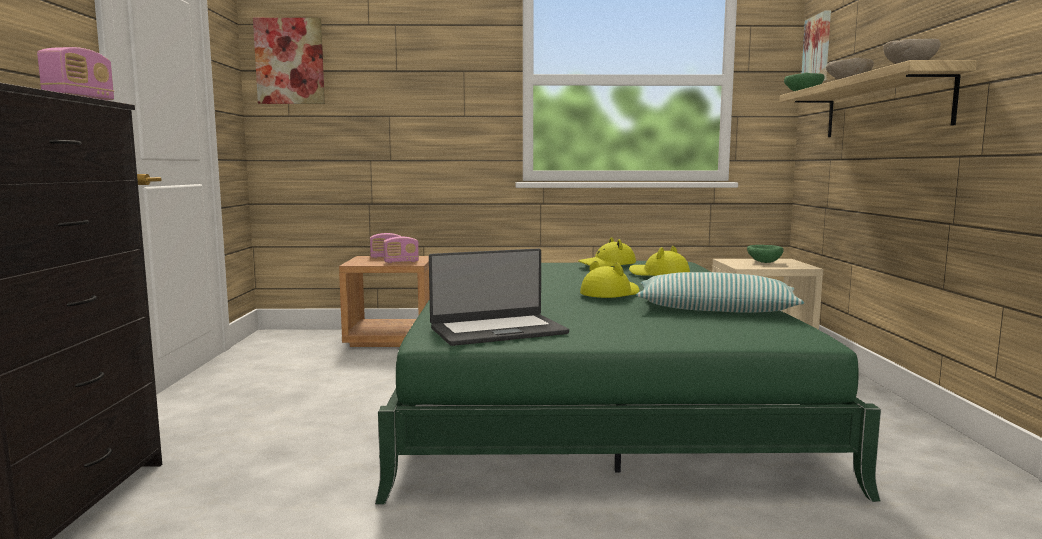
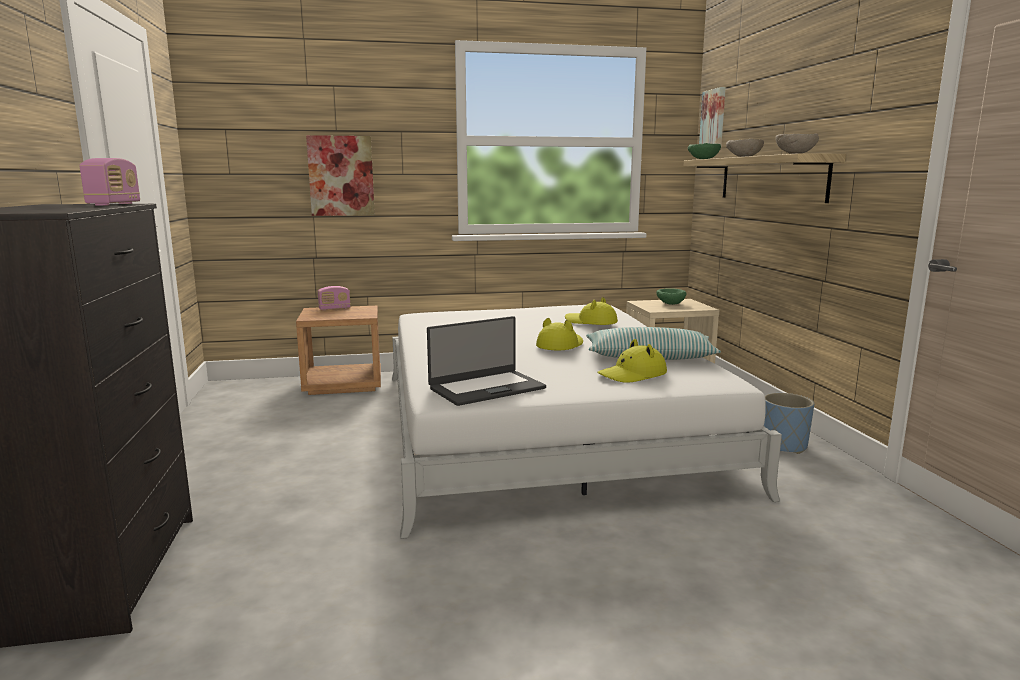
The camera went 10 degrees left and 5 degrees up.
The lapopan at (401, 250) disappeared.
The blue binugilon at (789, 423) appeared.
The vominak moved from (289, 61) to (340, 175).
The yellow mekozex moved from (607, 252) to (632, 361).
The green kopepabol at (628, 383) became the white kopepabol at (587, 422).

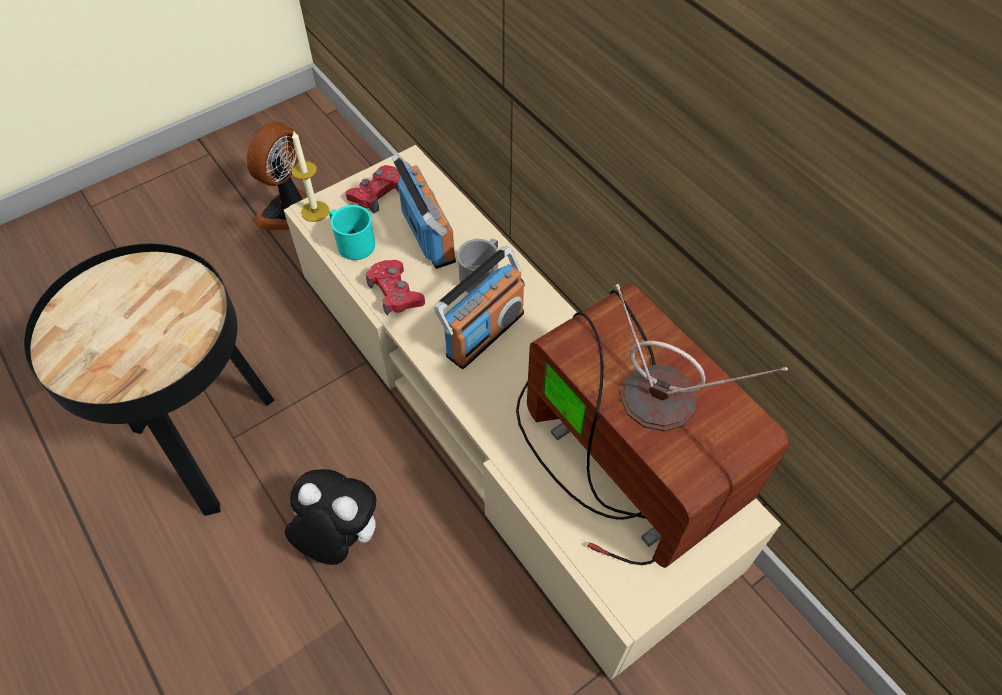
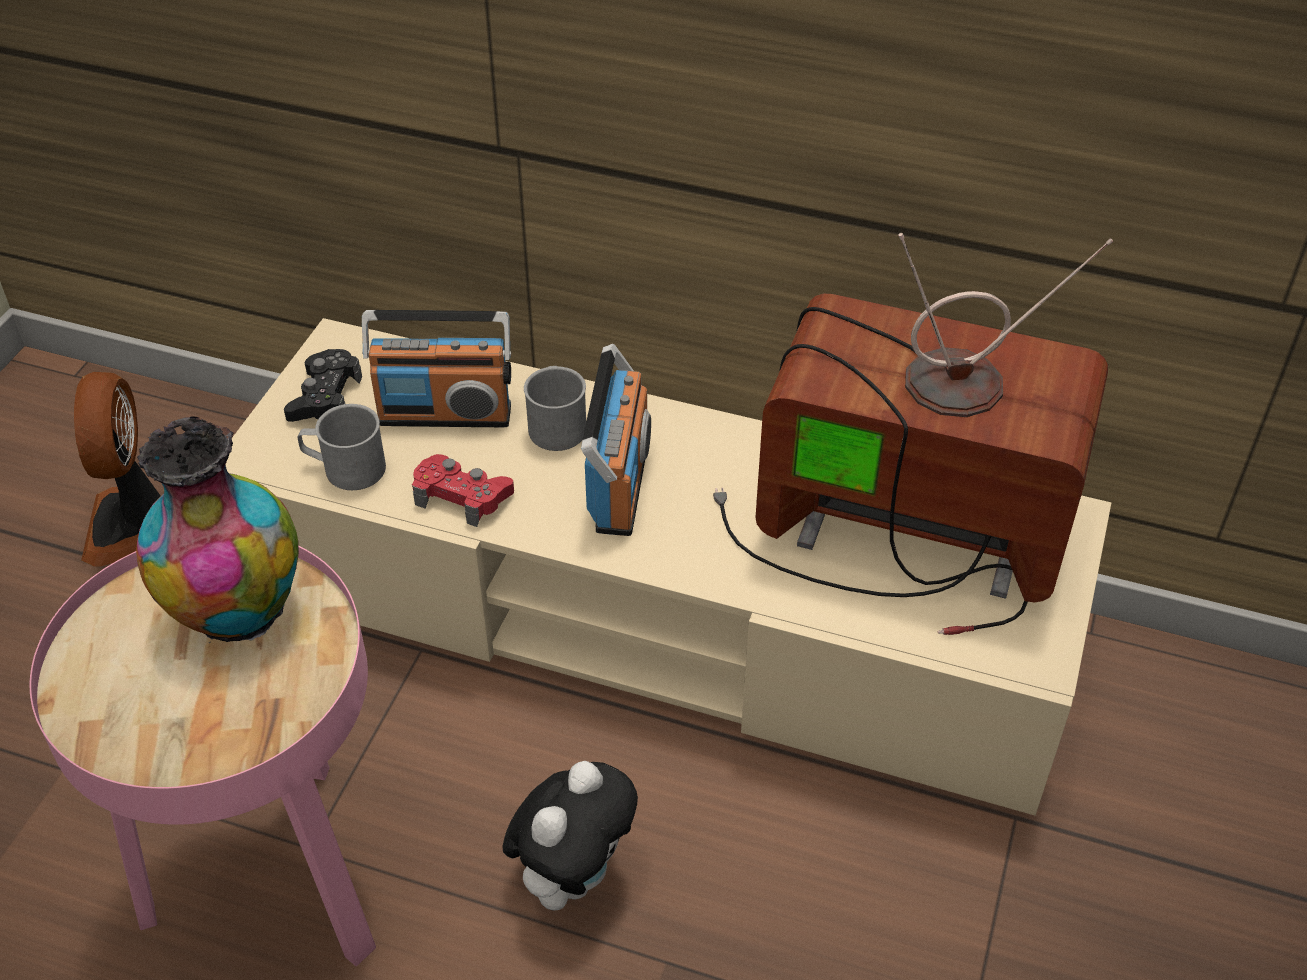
The camera went 35 degrees left and 10 degrees down.
The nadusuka at (310, 176) disappeared.
The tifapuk at (217, 530) appeared.
The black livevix at (148, 380) became the pink livevix at (203, 756).
The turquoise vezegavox at (352, 232) became the grey vezegavox at (342, 447).
The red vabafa at (372, 189) became the black vabafa at (323, 385).
The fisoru at (330, 517) turned 135 degrees clockwise.
The lapopan at (424, 211) turned 150 degrees clockwise.

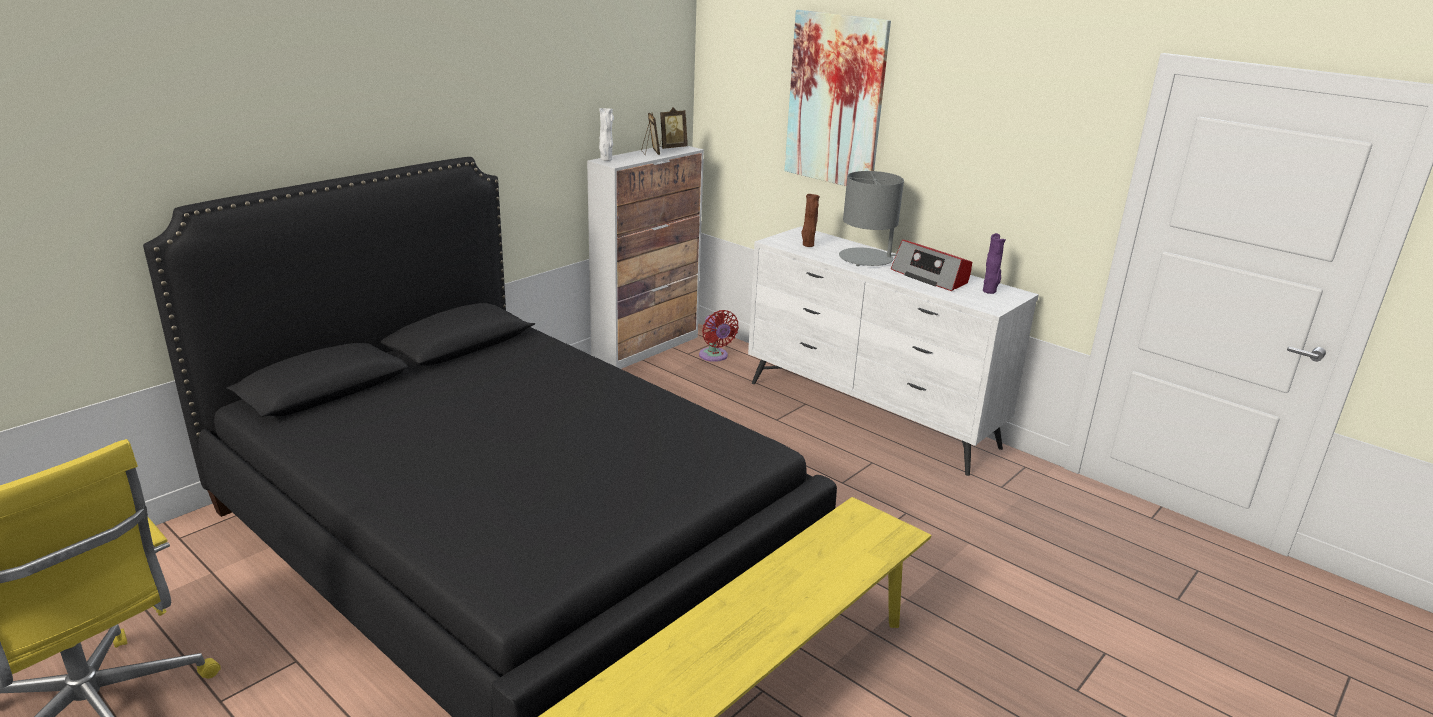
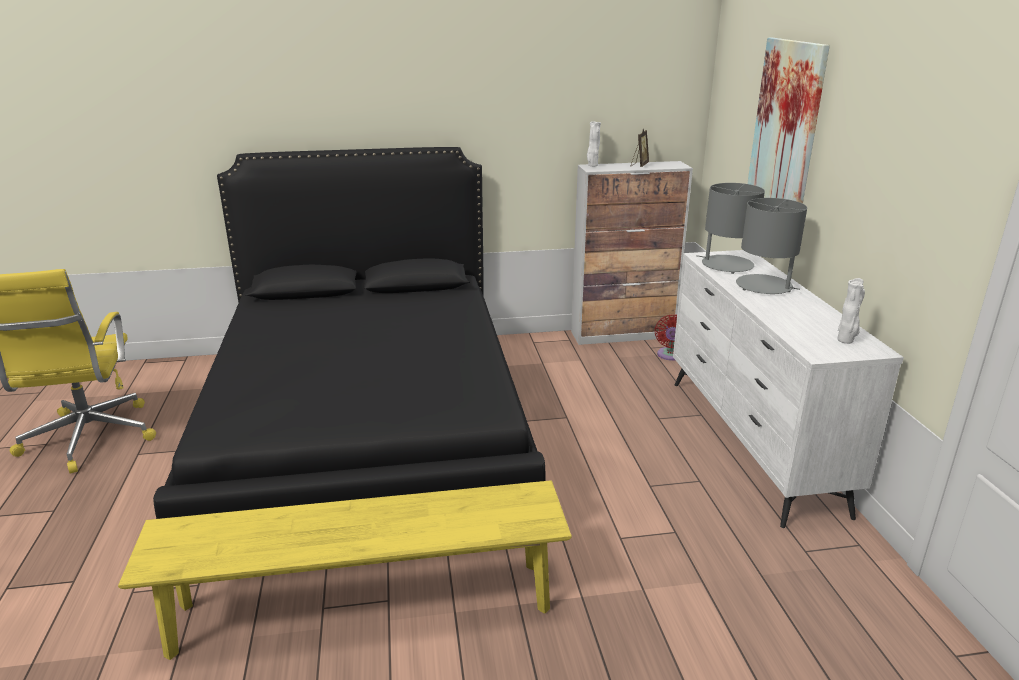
The camera went 40 degrees right and 0 degrees up.
The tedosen at (673, 128) disappeared.
The lapopan at (931, 265) disappeared.
The brown tifapuk at (811, 220) was replaced by the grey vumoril at (731, 228).
The purple tifapuk at (994, 263) became the white tifapuk at (851, 311).

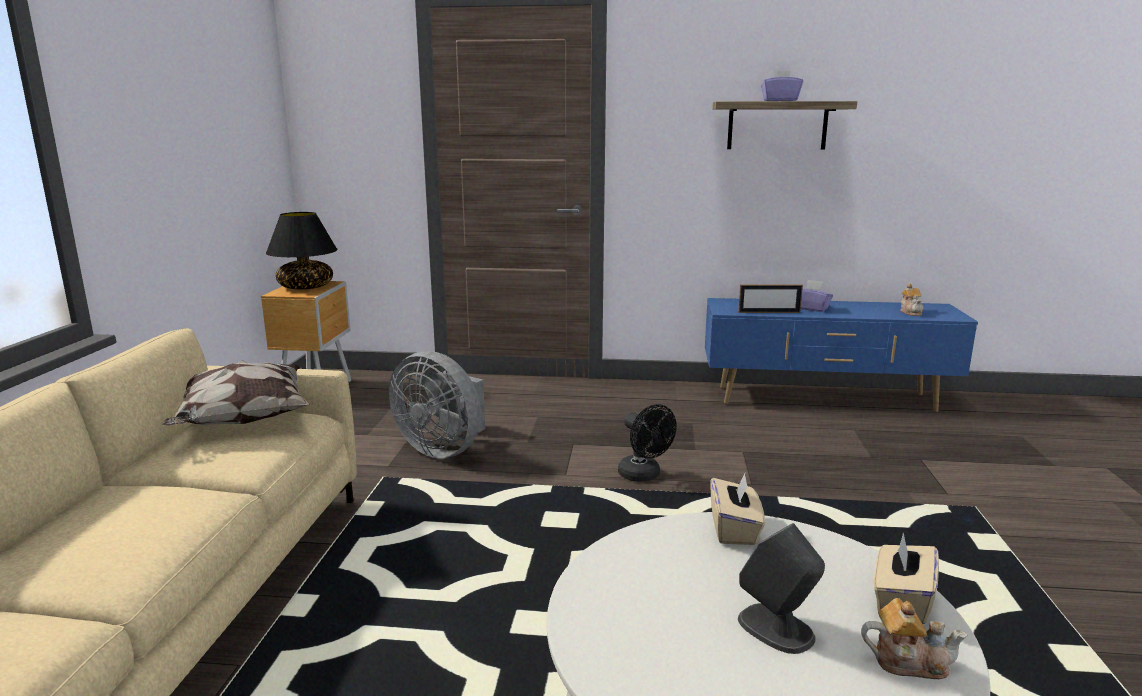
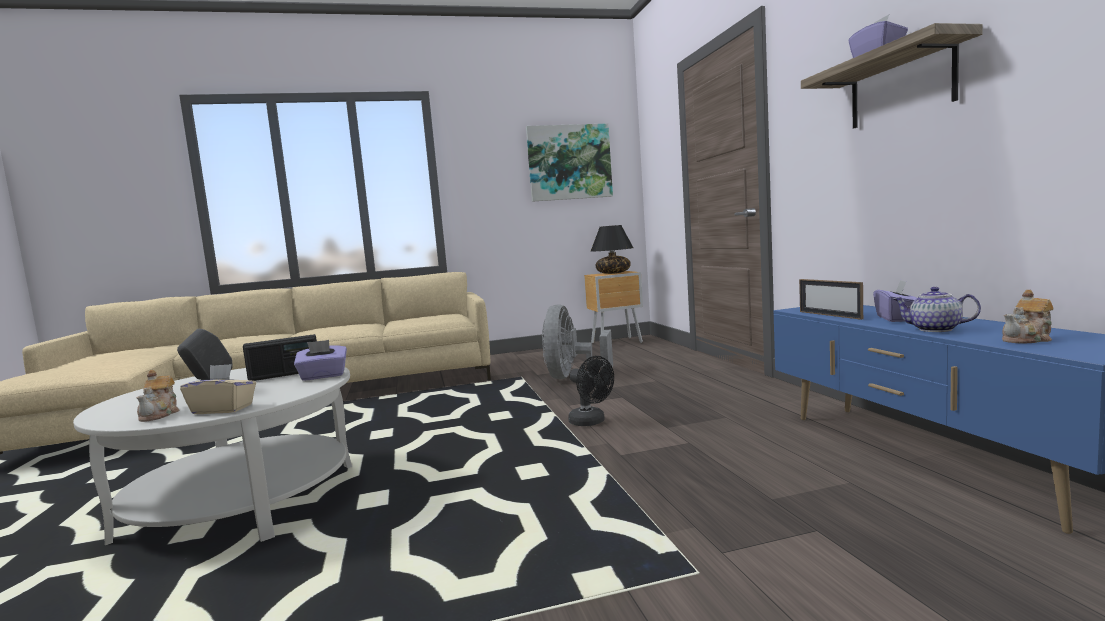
The camera went 70 degrees right and 10 degrees down.
The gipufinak at (236, 393) disappeared.
The lapopan at (280, 357) appeared.
The vominak at (569, 162) appeared.
The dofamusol at (937, 309) appeared.
The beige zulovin at (737, 509) became the purple zulovin at (320, 360).
The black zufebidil at (647, 443) turned 75 degrees counterclockwise.

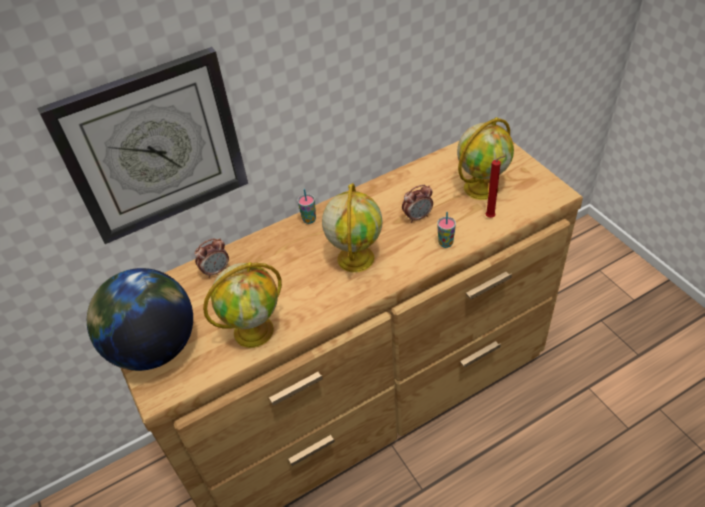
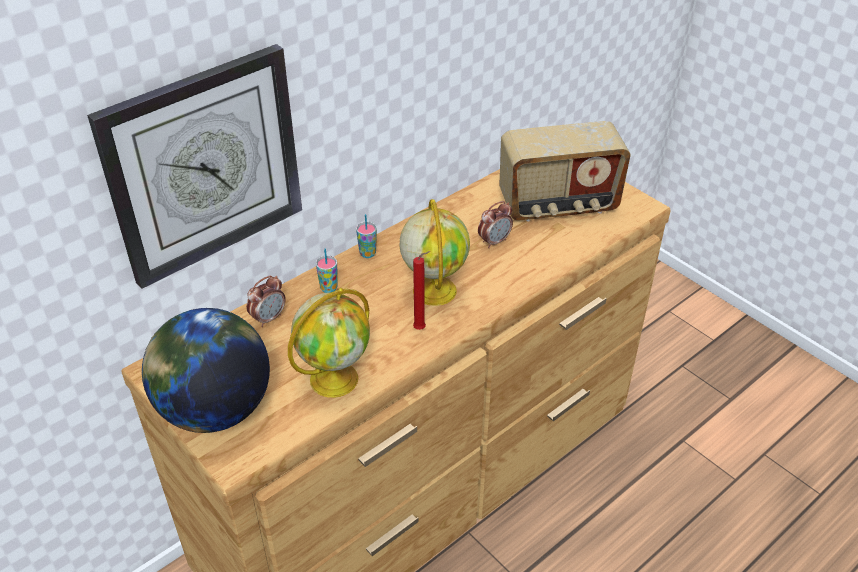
The camera went 15 degrees left and 5 degrees down.
The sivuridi moved from (446, 230) to (327, 271).
The red nadusuka moved from (495, 187) to (421, 290).
The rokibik at (485, 158) was replaced by the lapopan at (565, 171).

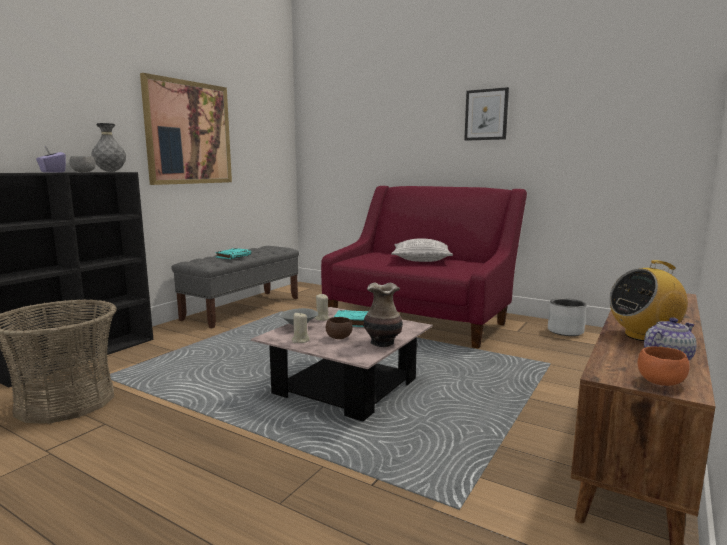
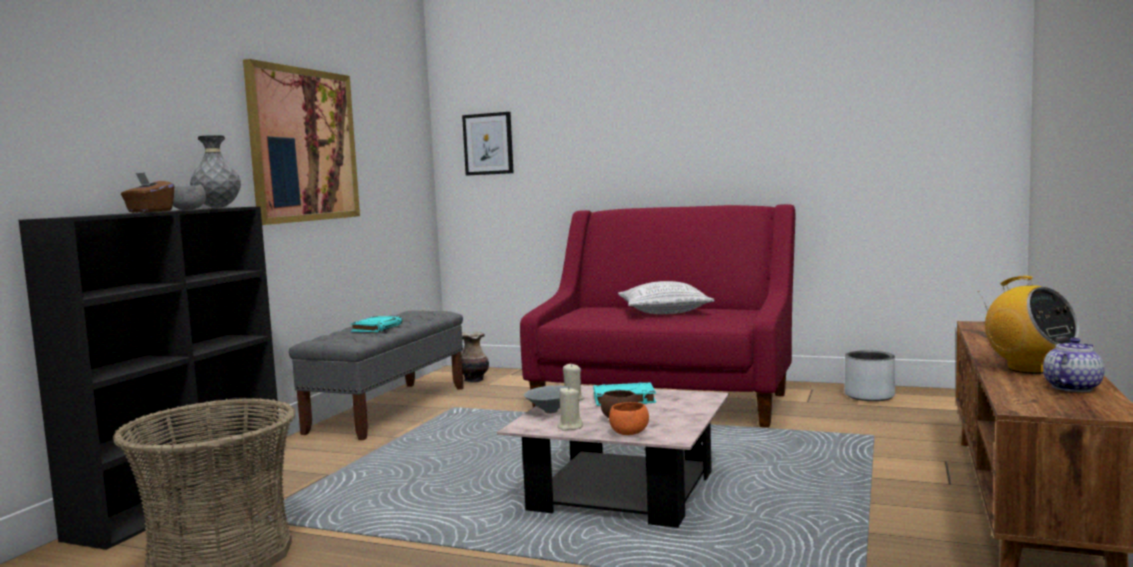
The camera went 10 degrees left and 5 degrees down.
The tifapuk moved from (383, 315) to (475, 357).
The vominak moved from (486, 114) to (488, 144).
The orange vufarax moved from (664, 366) to (629, 418).
The purple zulovin at (51, 159) became the brown zulovin at (147, 193).
The lapopan at (648, 300) turned 90 degrees counterclockwise.

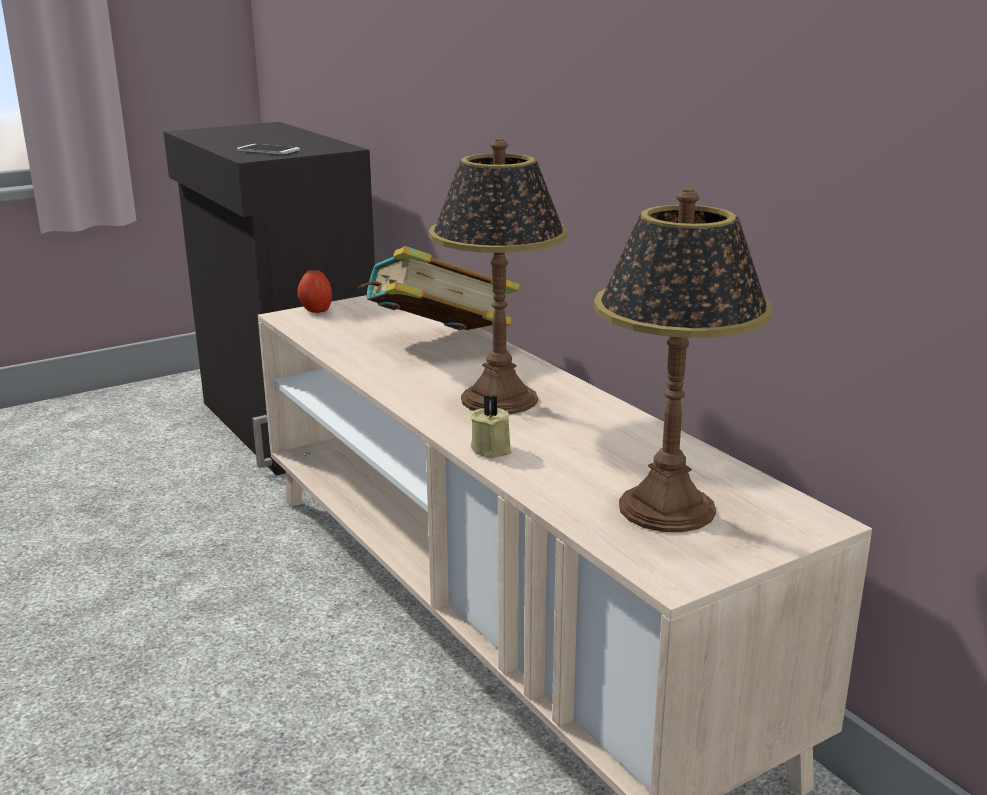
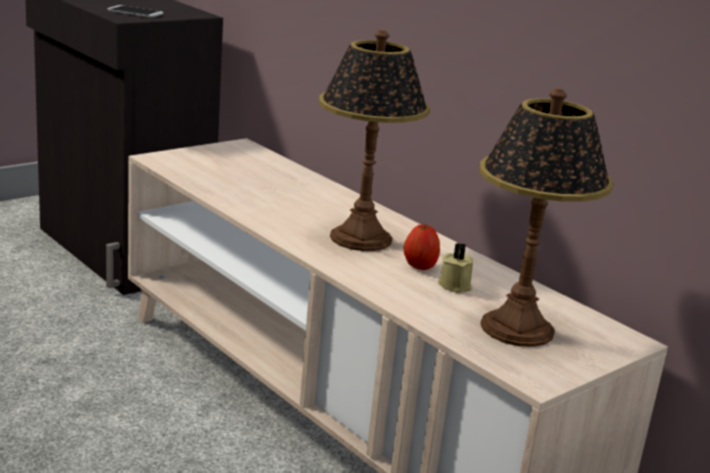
The camera went 10 degrees left and 0 degrees up.
The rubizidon at (439, 288) disappeared.
The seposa moved from (314, 291) to (422, 247).
The beige nadusuka moved from (490, 426) to (455, 268).

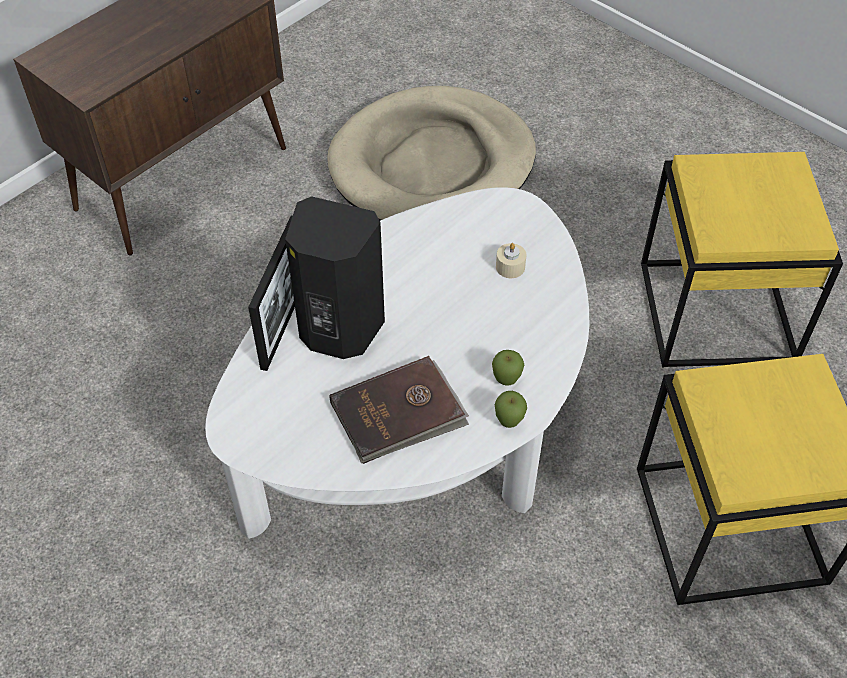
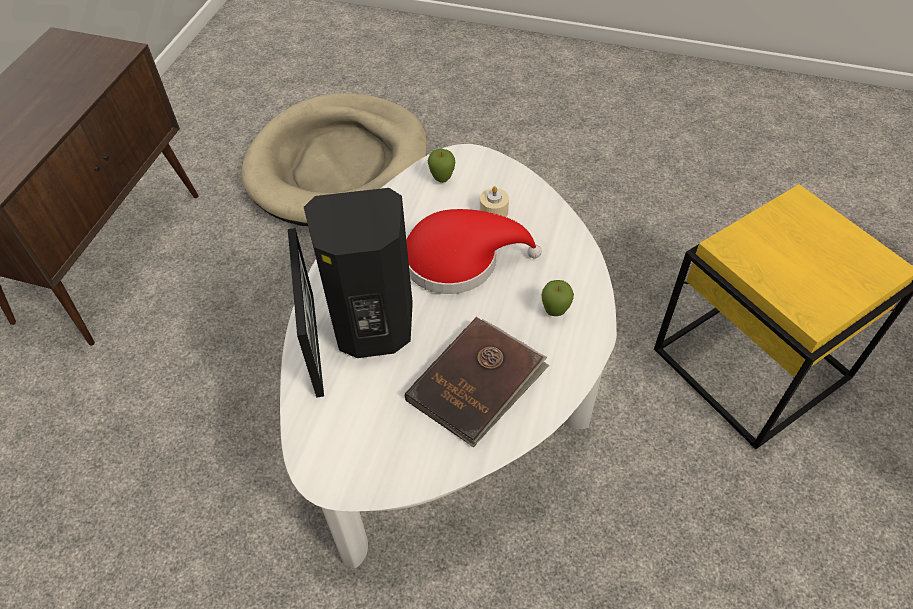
The camera went 25 degrees left and 0 degrees up.
The yellow livevix at (742, 260) disappeared.
The red mekozex at (474, 251) appeared.
The seposa moved from (511, 409) to (441, 166).

